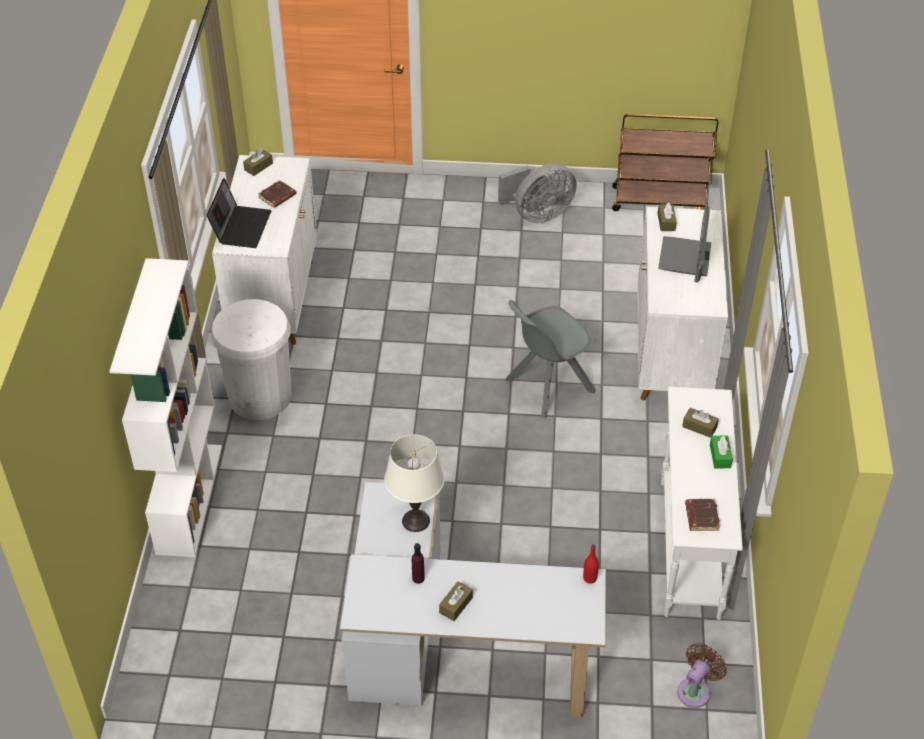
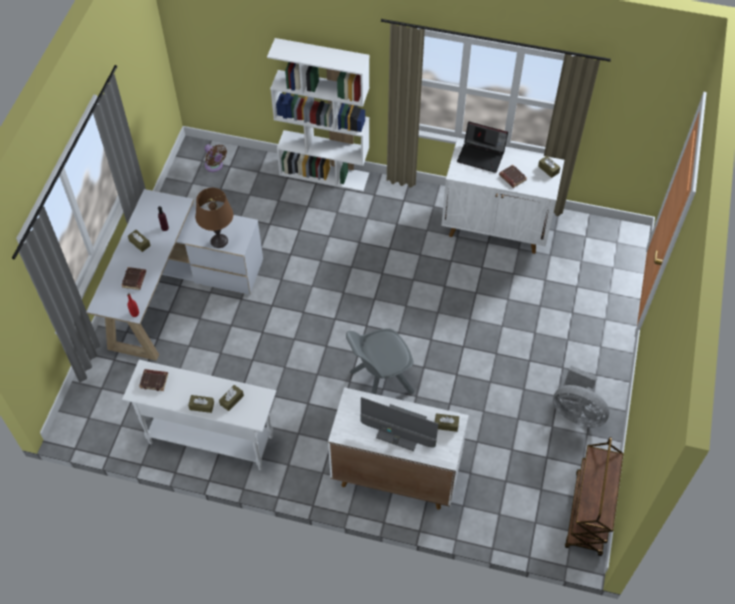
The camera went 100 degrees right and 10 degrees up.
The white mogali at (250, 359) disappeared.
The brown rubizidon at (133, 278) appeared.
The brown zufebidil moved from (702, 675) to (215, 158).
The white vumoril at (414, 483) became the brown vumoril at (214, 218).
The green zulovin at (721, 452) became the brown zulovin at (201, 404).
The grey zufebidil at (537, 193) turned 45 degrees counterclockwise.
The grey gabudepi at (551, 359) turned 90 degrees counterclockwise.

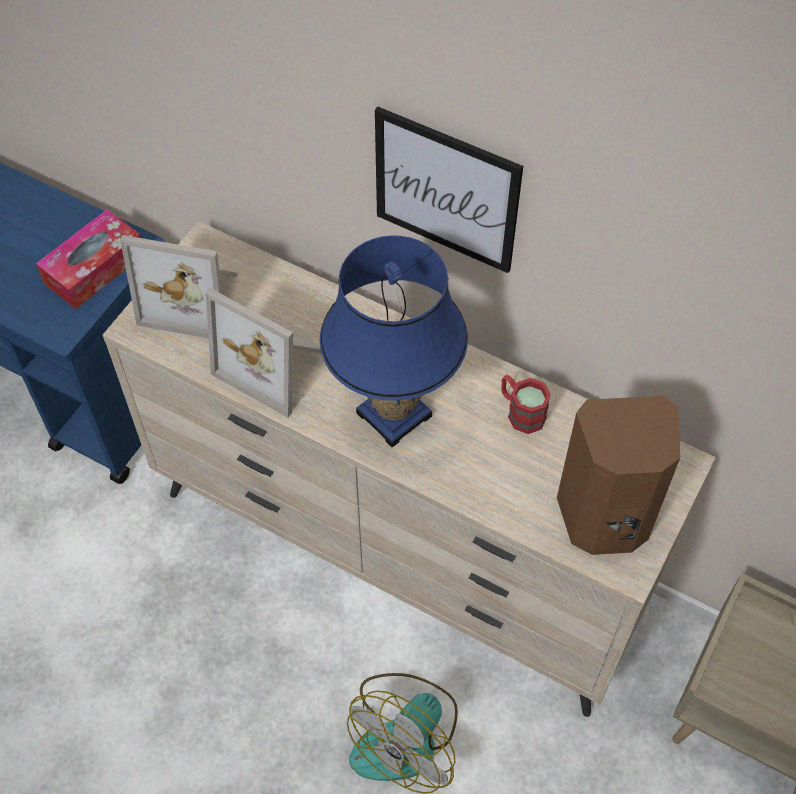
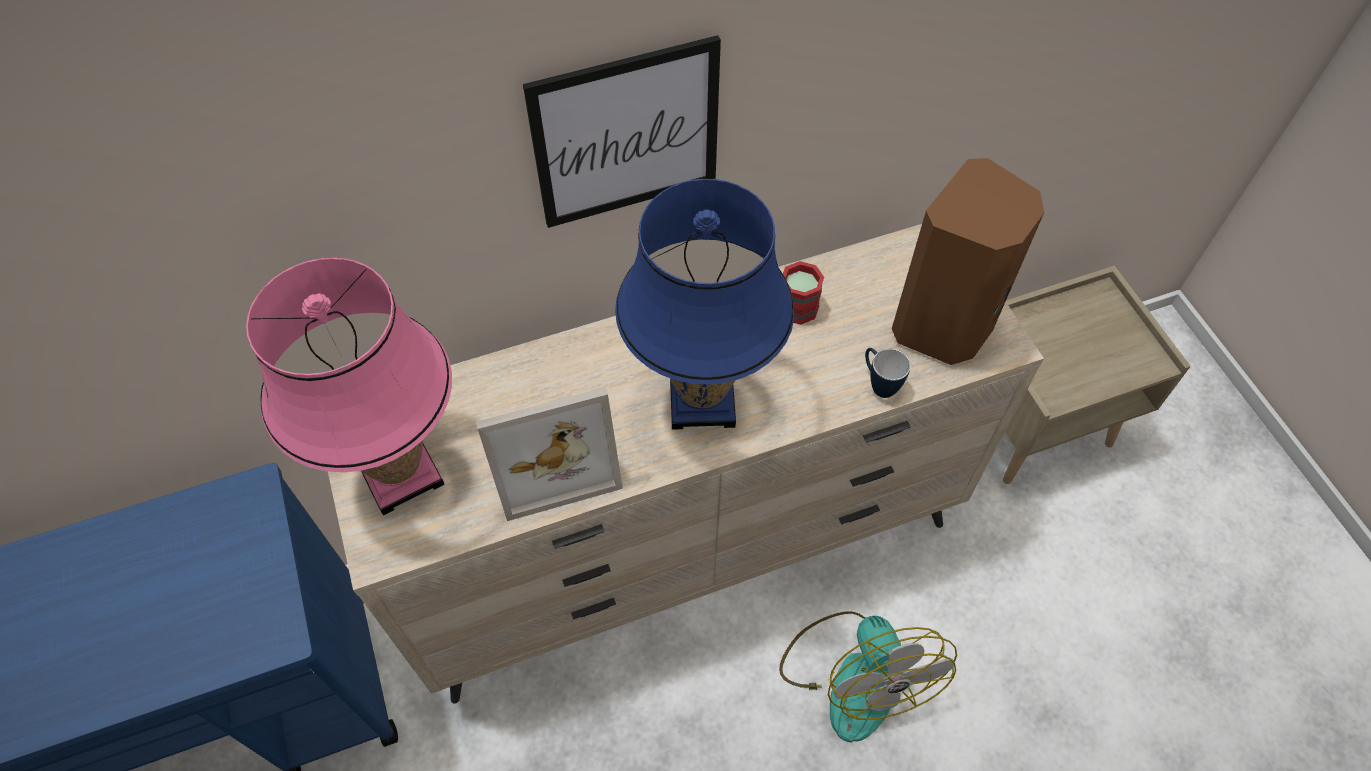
The camera went 50 degrees left and 0 degrees up.
The zulovin at (88, 259) disappeared.
The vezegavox at (888, 373) appeared.
The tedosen at (179, 287) was replaced by the pink vumoril at (349, 386).

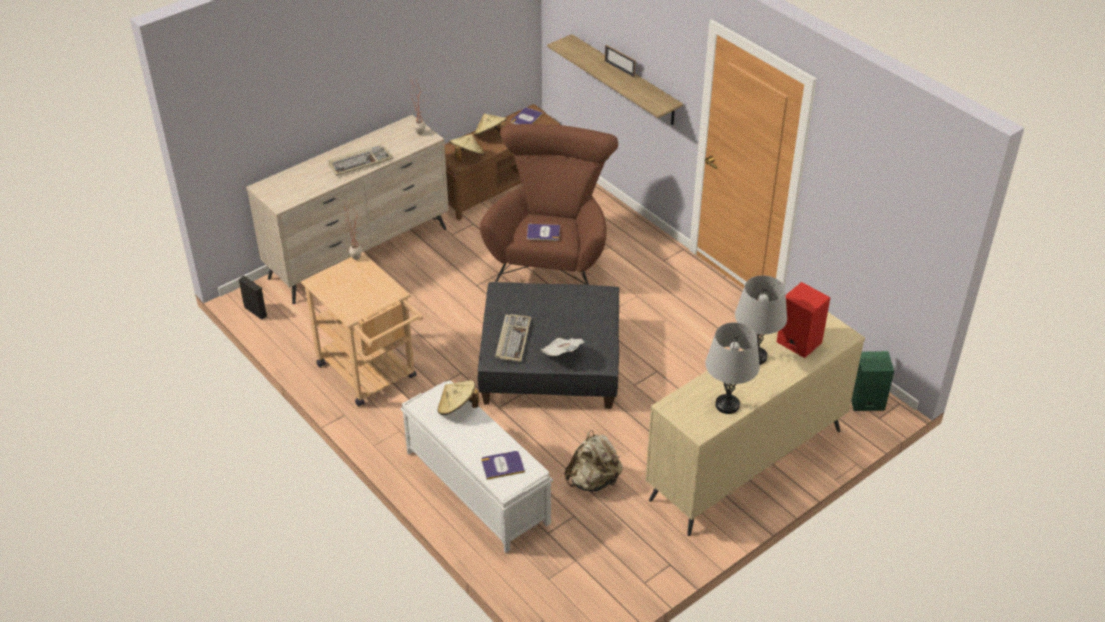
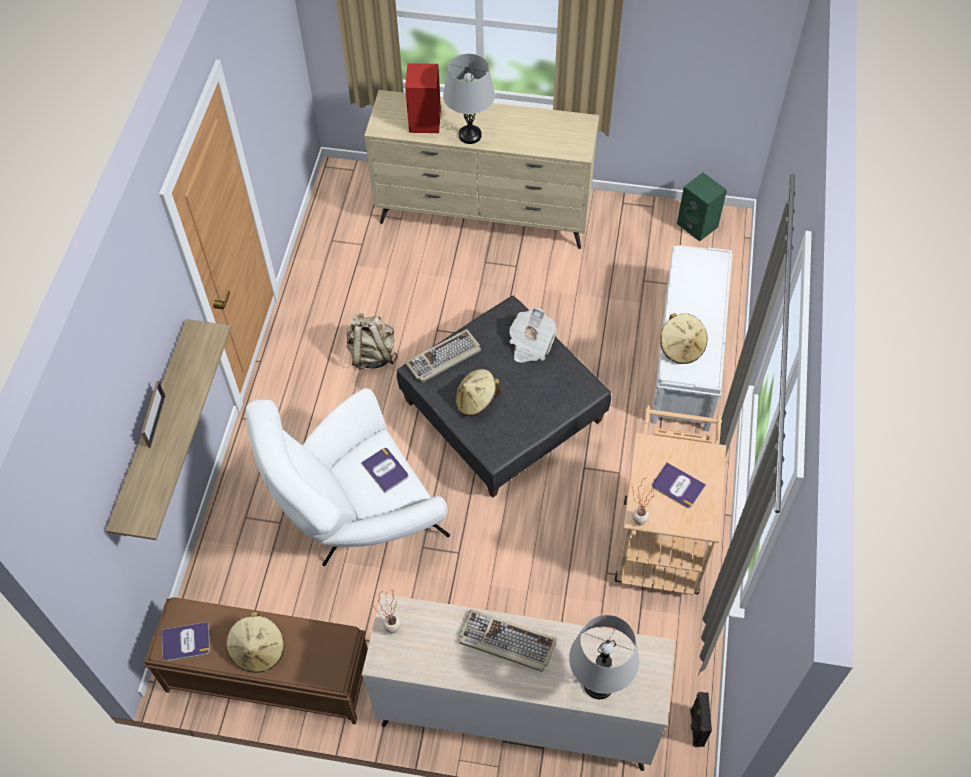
The camera went 130 degrees left and 15 degrees up.
The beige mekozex moved from (467, 148) to (478, 392).
The rubizidon moved from (503, 465) to (679, 485).
The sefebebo moved from (513, 338) to (443, 356).
The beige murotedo moved from (593, 460) to (372, 341).
The grey vumoril moved from (732, 368) to (604, 657).
The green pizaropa moved from (872, 381) to (702, 206).
The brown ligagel at (549, 204) became the white ligagel at (348, 477).

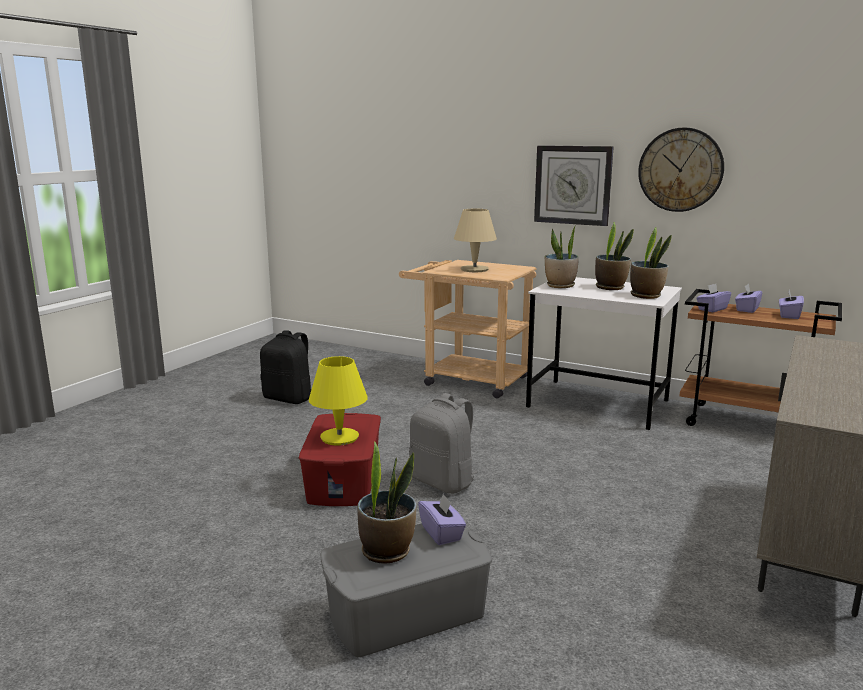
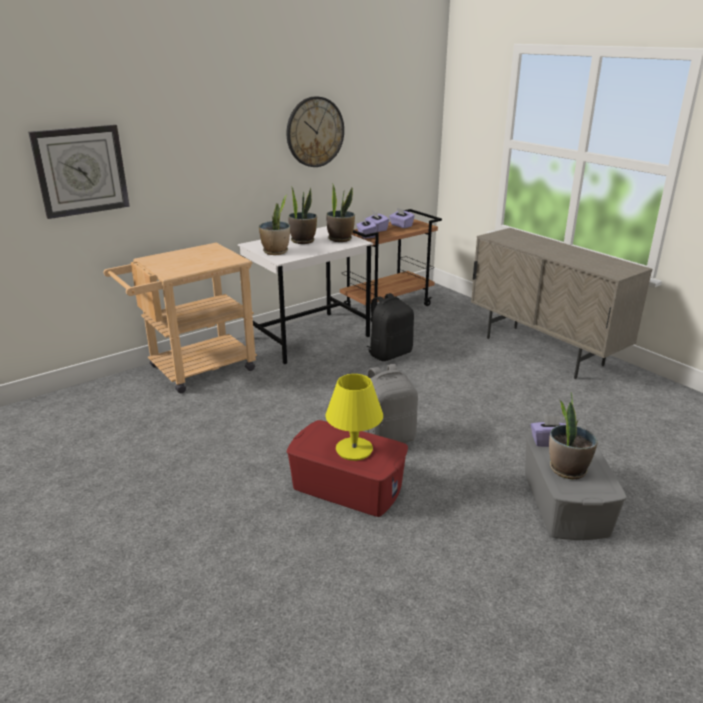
The camera went 65 degrees left and 10 degrees up.
The beige vumoril at (475, 240) disappeared.
The black murotedo moved from (285, 367) to (390, 327).
The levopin moved from (574, 185) to (79, 172).

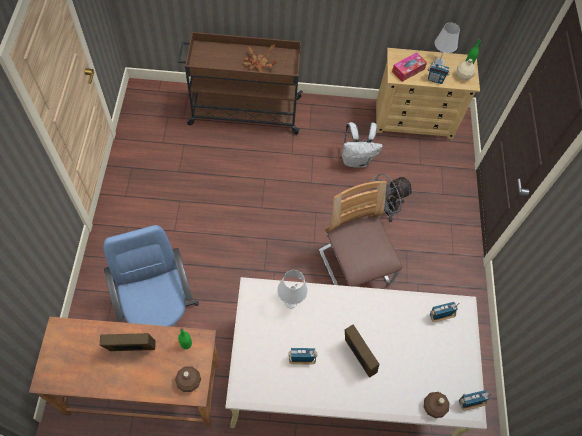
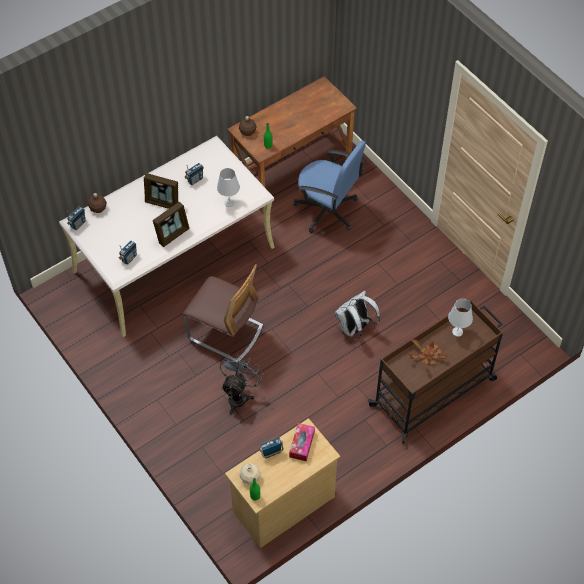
The camera went 145 degrees right and 5 degrees down.
The tedosen moved from (128, 342) to (171, 224).
The white murotedo moved from (362, 145) to (357, 314).
The white vumoril moved from (447, 44) to (460, 318).

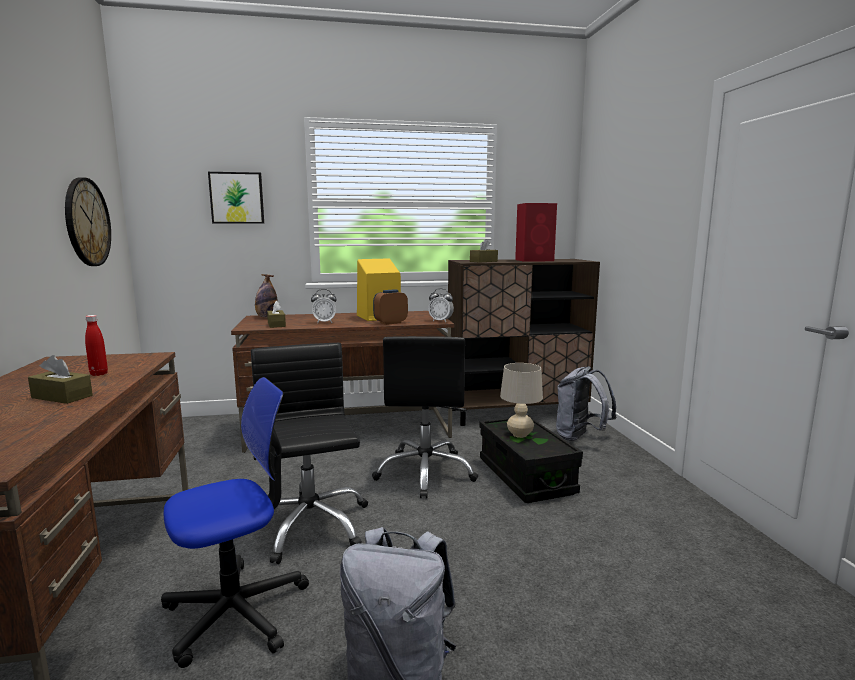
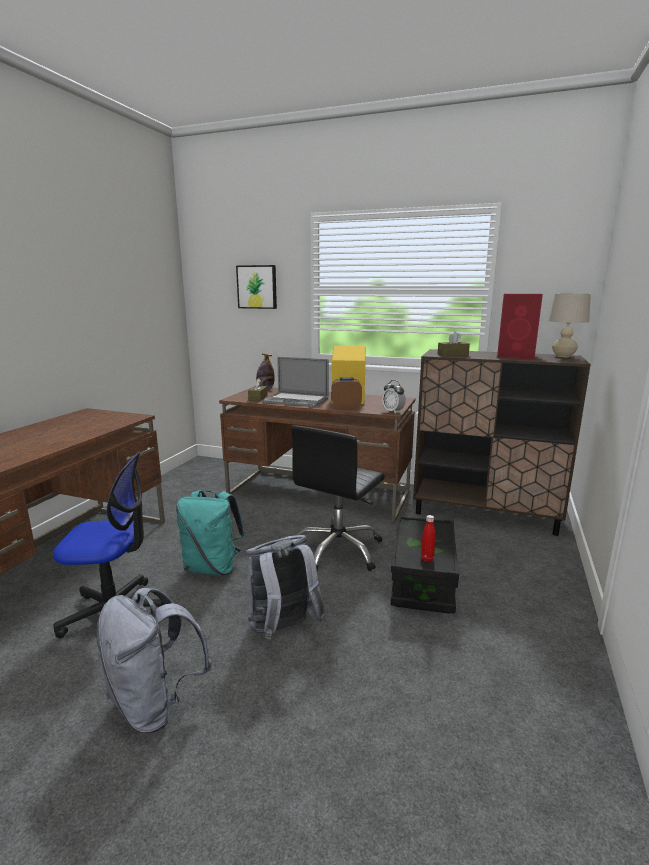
The camera went 30 degrees right and 5 degrees up.
The brown zulovin at (60, 379) disappeared.
The levopin at (88, 221) disappeared.
The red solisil moved from (96, 345) to (428, 538).
The beige vumoril moved from (521, 400) to (570, 325).
The grey murotedo moved from (586, 403) to (286, 587).
The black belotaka at (309, 453) was replaced by the turquoise murotedo at (210, 532).
The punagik at (324, 306) was replaced by the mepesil at (295, 382).

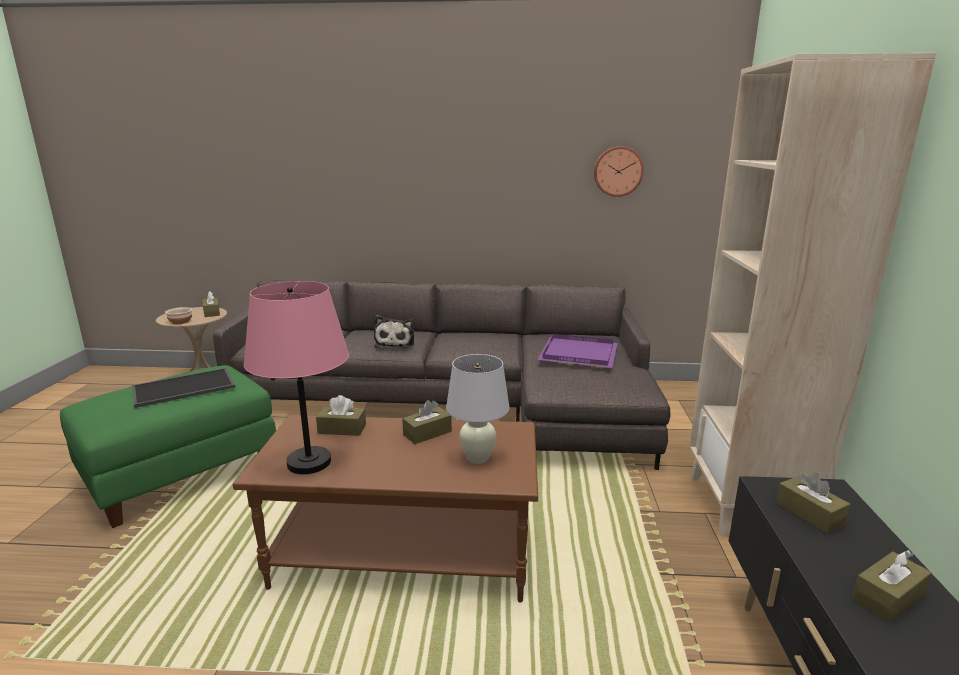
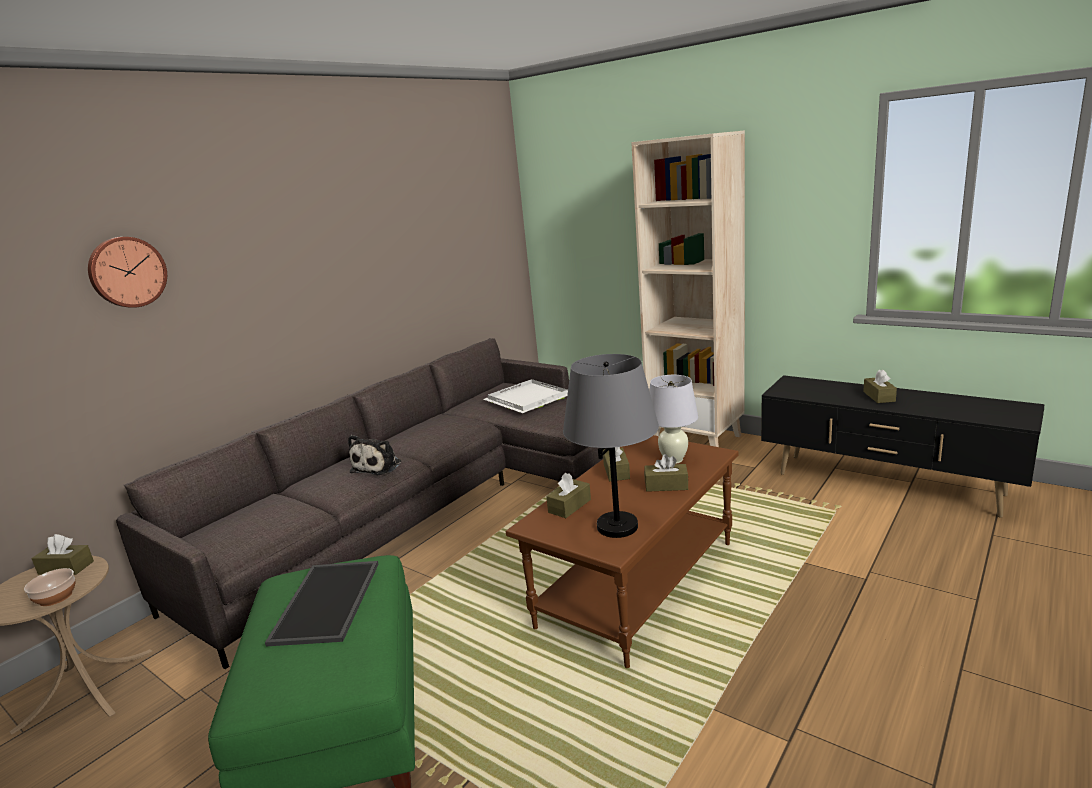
The camera went 55 degrees left and 0 degrees up.
The levopin moved from (619, 171) to (127, 272).
The brown zulovin moved from (813, 503) to (666, 473).
The pink vumoril at (296, 377) became the grey vumoril at (611, 446).
The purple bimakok at (577, 351) became the white bimakok at (525, 396).
The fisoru at (394, 331) turned 75 degrees clockwise.

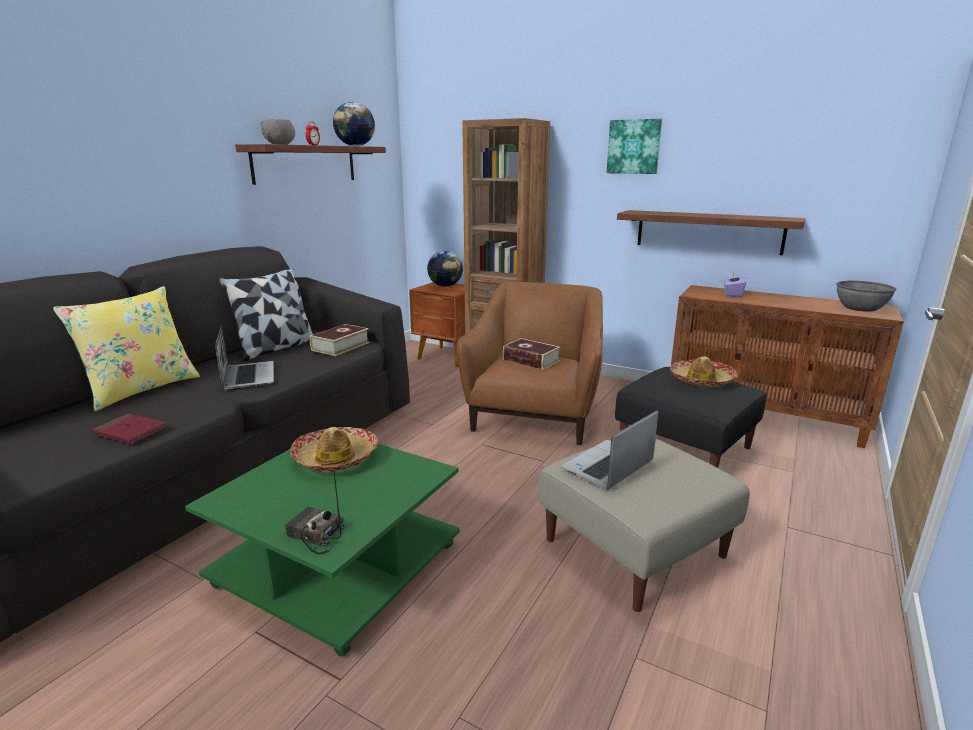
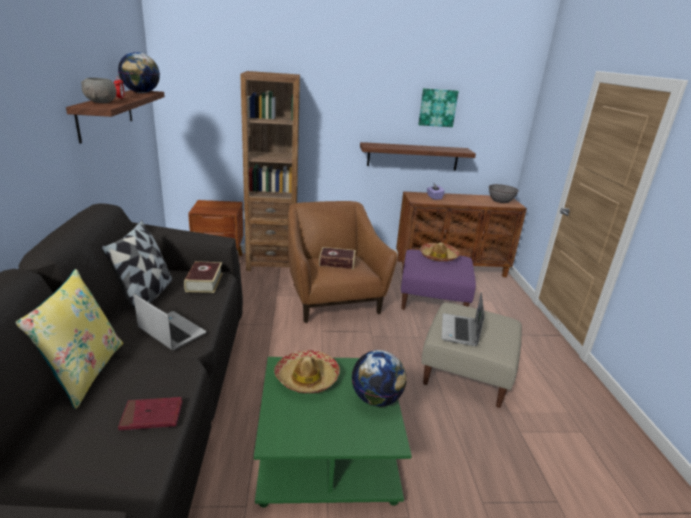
The camera went 35 degrees left and 5 degrees up.
The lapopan at (314, 513) disappeared.
The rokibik moved from (445, 269) to (379, 378).
The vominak moved from (634, 146) to (438, 107).
The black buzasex at (691, 417) became the purple buzasex at (438, 280).

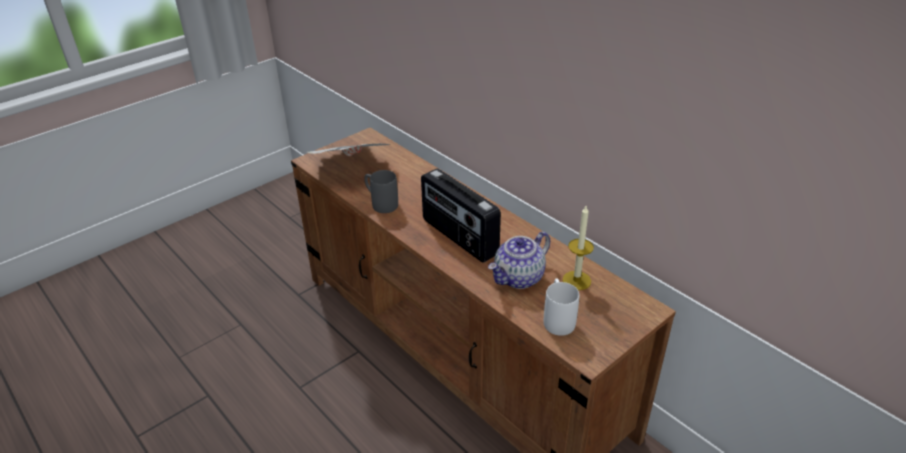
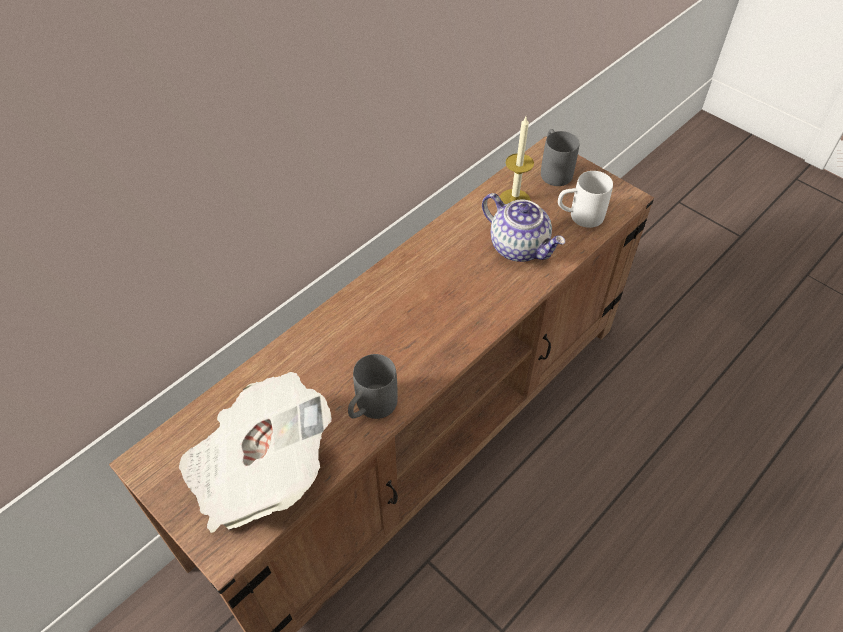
The camera went 95 degrees left and 15 degrees up.
The lapopan at (461, 216) disappeared.
The grey vezegavox at (560, 157) appeared.

